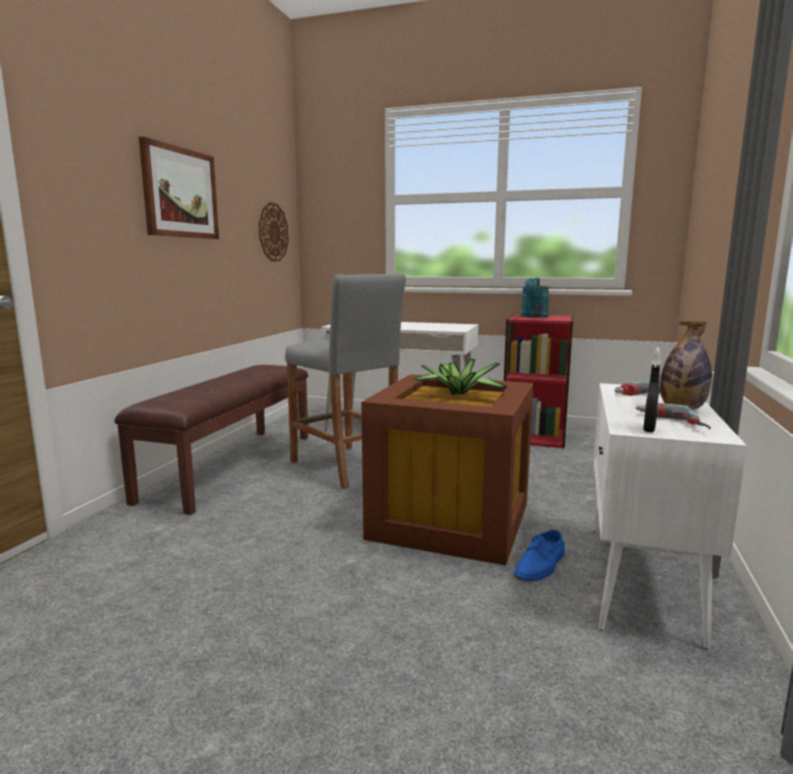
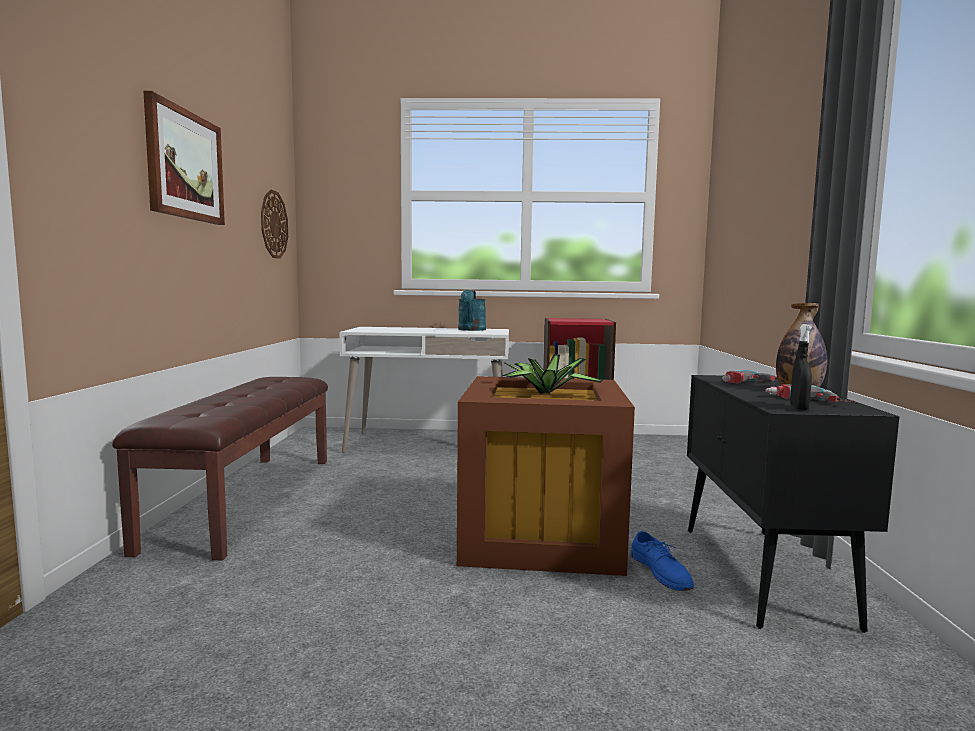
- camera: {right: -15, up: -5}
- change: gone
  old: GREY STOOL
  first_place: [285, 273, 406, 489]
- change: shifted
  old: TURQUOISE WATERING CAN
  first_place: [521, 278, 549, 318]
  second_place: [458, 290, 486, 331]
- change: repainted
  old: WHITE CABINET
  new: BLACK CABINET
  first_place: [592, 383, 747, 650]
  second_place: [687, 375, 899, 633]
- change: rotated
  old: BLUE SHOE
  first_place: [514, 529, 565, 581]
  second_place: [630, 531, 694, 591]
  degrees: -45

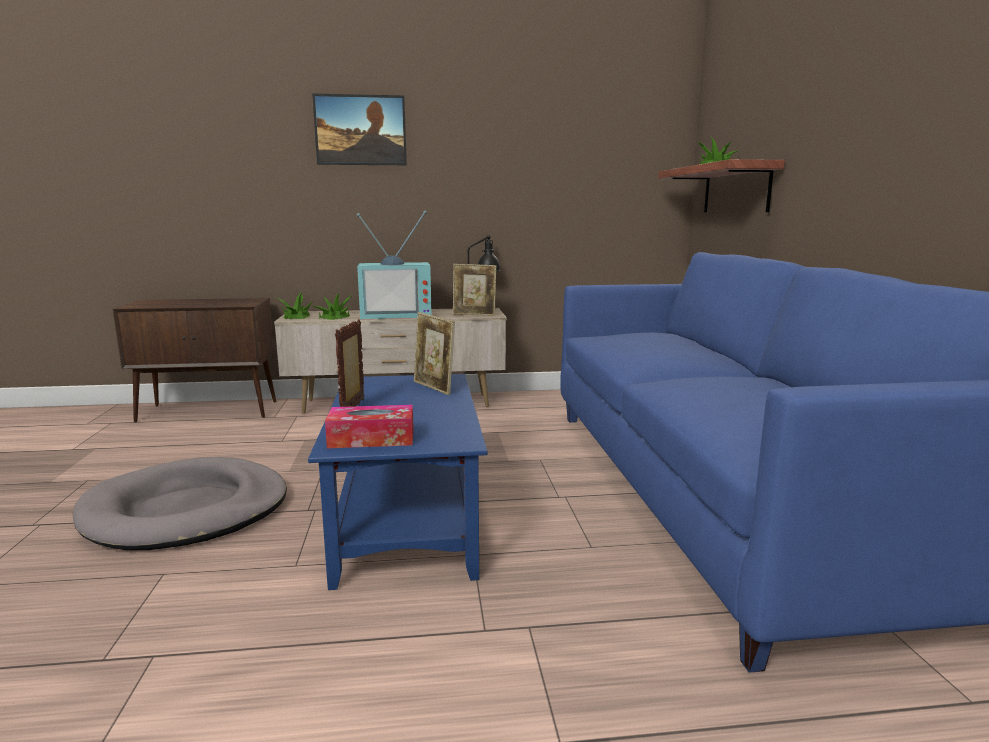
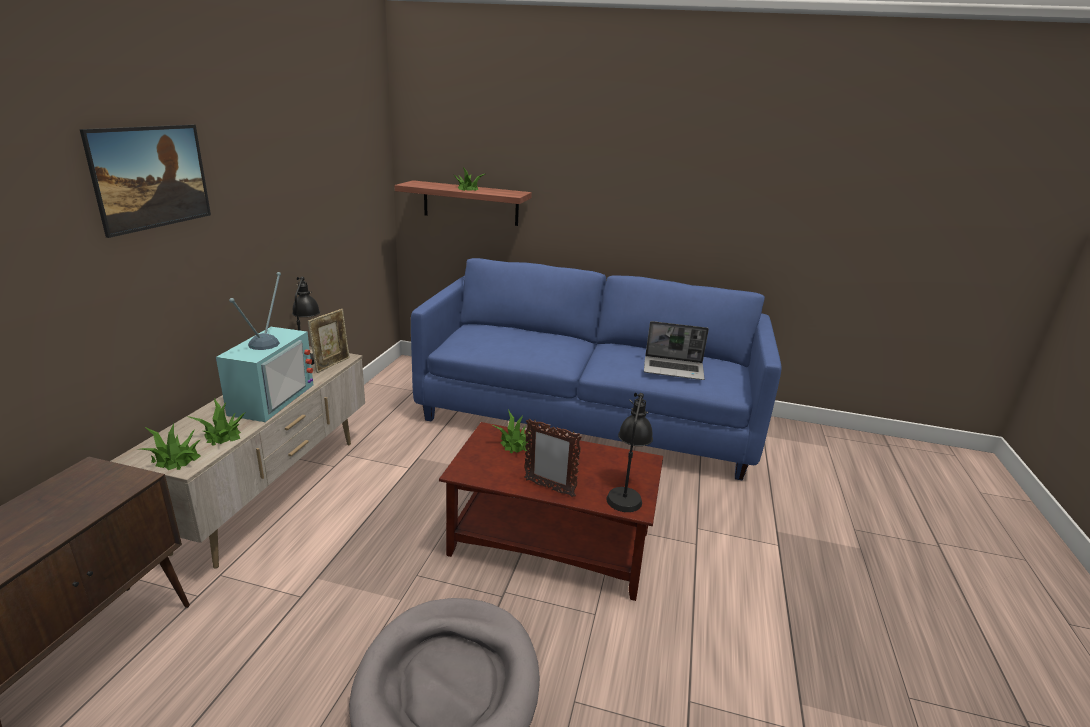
- camera: {right: -70, up: 10}
- change: swapped
  old: PICTURE FRAME
  new: POTTED PLANT
  first_place: [414, 312, 455, 395]
  second_place: [492, 409, 531, 454]
- change: repainted
  old: BLUE COFFEE TABLE
  new: BROWN COFFEE TABLE
  first_place: [308, 374, 488, 590]
  second_place: [439, 422, 663, 601]
- change: swapped
  old: TISSUE BOX
  new: BLACK TABLE LAMP
  first_place: [325, 405, 414, 448]
  second_place: [606, 393, 653, 512]
- change: new
  new: LAPTOP
  second_place: [644, 321, 709, 380]

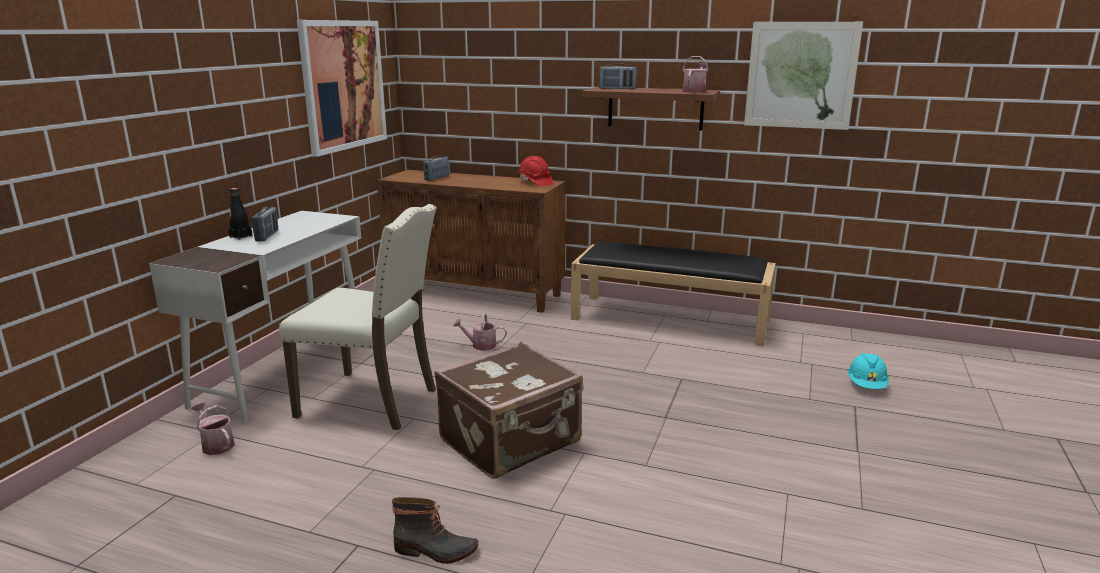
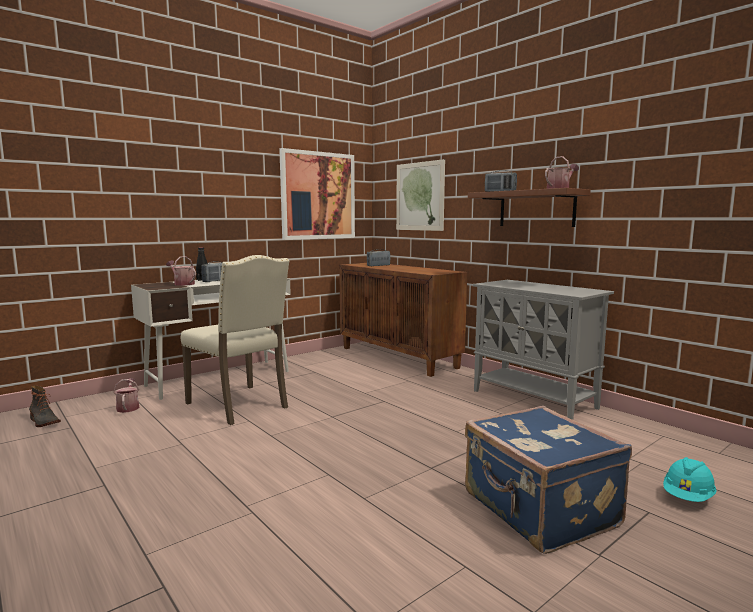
- camera: {right: 30, up: -10}
- change: shifted
  old: PICTURE
  first_place: [744, 22, 863, 130]
  second_place: [396, 159, 445, 231]
- change: gone
  old: RED HARD HAT
  first_place: [518, 156, 554, 186]
- change: swapped
  old: BLACK BENCH
  new: GREY CABINET
  first_place: [571, 242, 776, 346]
  second_place: [473, 280, 614, 420]
- change: shifted
  old: WATERING CAN
  first_place: [453, 313, 507, 351]
  second_place: [166, 256, 196, 286]
- change: gone
  old: BROWN SUITCASE
  first_place: [434, 342, 583, 479]
- change: shifted
  old: BOOT
  first_place: [392, 497, 478, 564]
  second_place: [29, 385, 61, 427]
- change: new
  new: BLUE SUITCASE
  second_place: [465, 406, 632, 554]

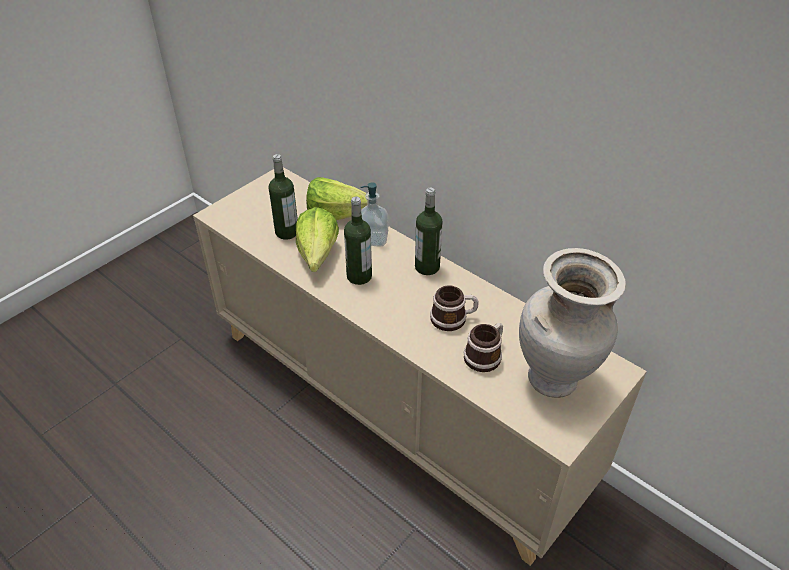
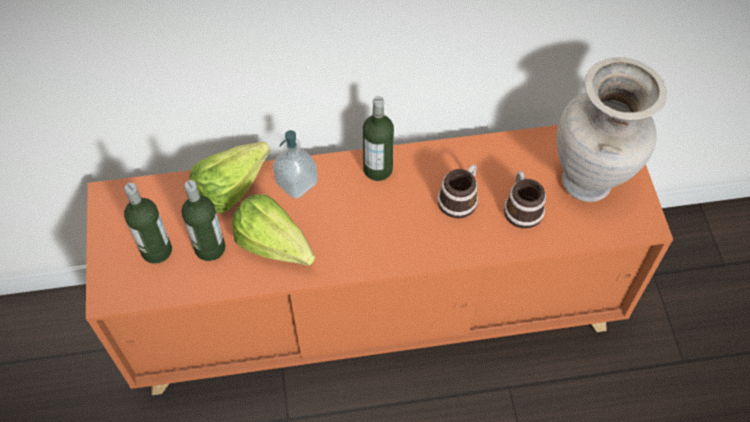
- camera: {right: -50, up: 15}
- change: repainted
  old: BEIGE CABINET
  new: ORANGE CABINET
  first_place: [193, 167, 647, 566]
  second_place: [86, 125, 673, 395]
- change: shifted
  old: BOTTLE
  first_place: [344, 197, 372, 285]
  second_place: [124, 183, 172, 264]

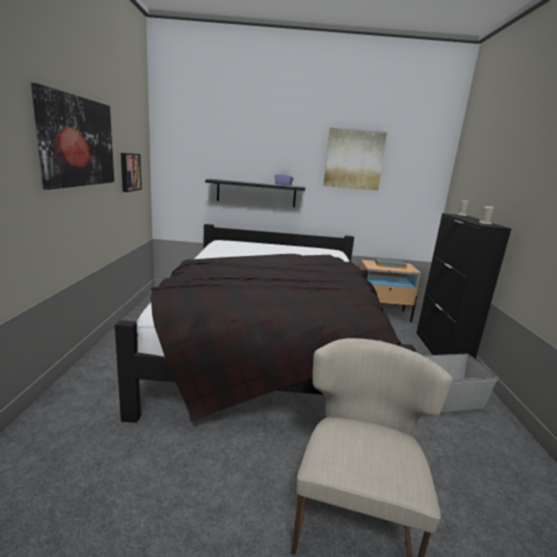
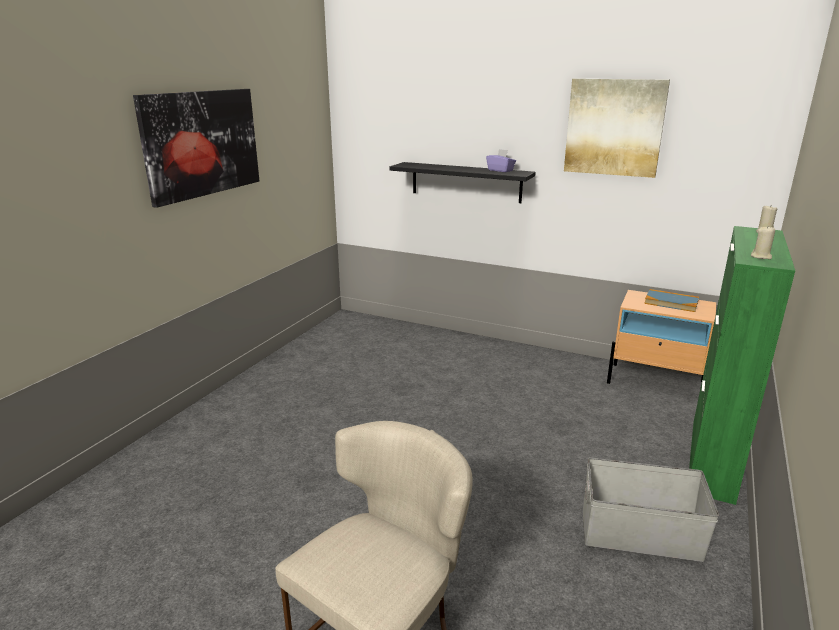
- camera: {right: 25, up: 5}
- change: gone
  old: PICTURE
  first_place: [121, 153, 142, 192]
- change: repainted
  old: BLACK CABINET
  new: GREEN CABINET
  first_place: [417, 213, 511, 359]
  second_place: [689, 226, 795, 505]
- change: gone
  old: BLACK BED
  first_place: [115, 224, 416, 423]

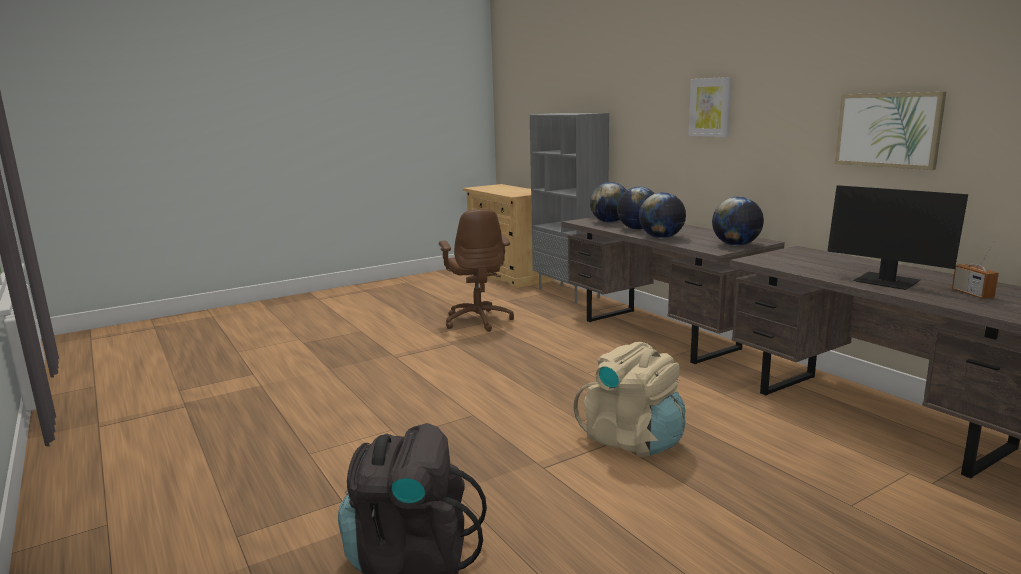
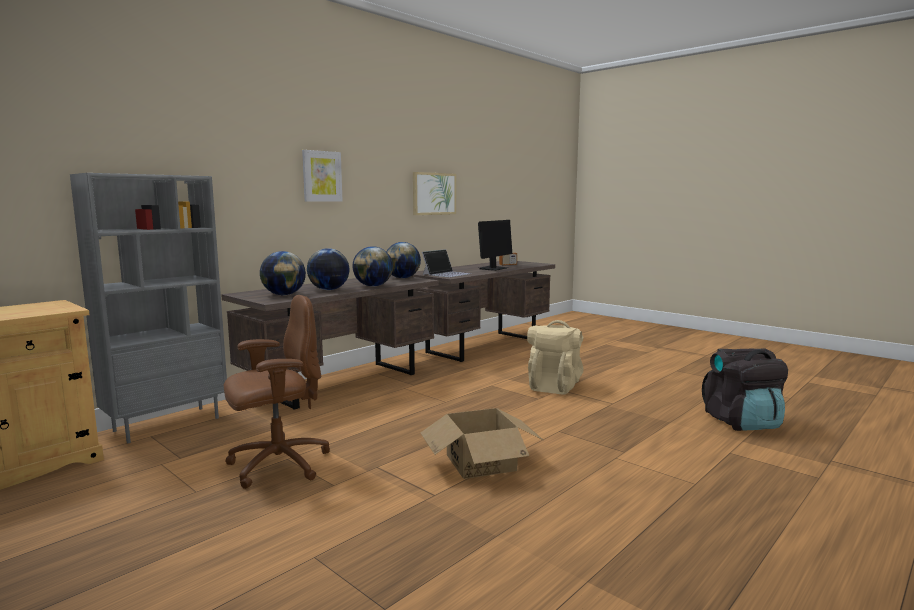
- camera: {right: -105, up: -5}
- change: new
  new: LAPTOP
  second_place: [422, 249, 471, 277]
- change: new
  new: CARDBOARD BOX
  second_place: [421, 408, 543, 479]

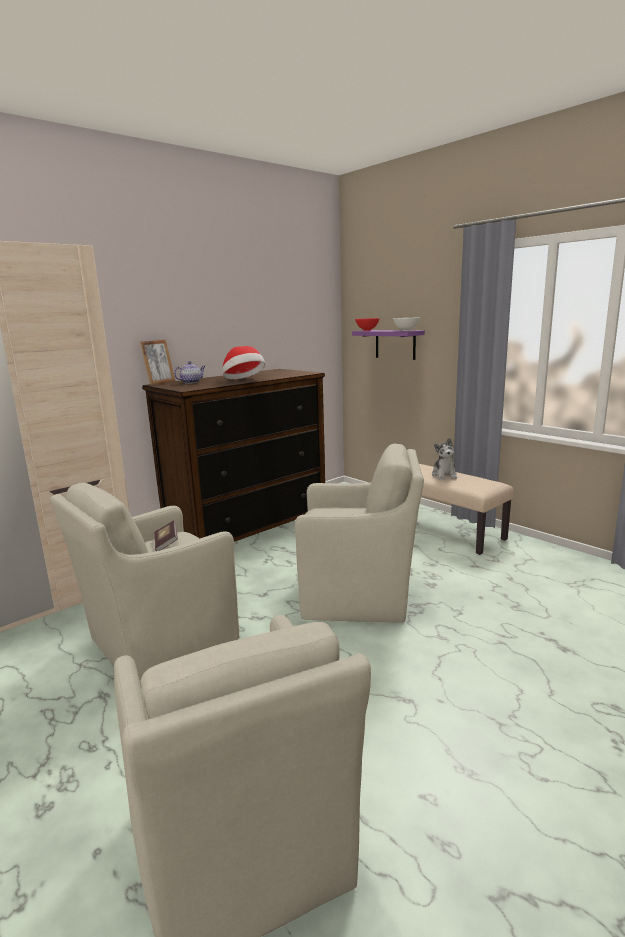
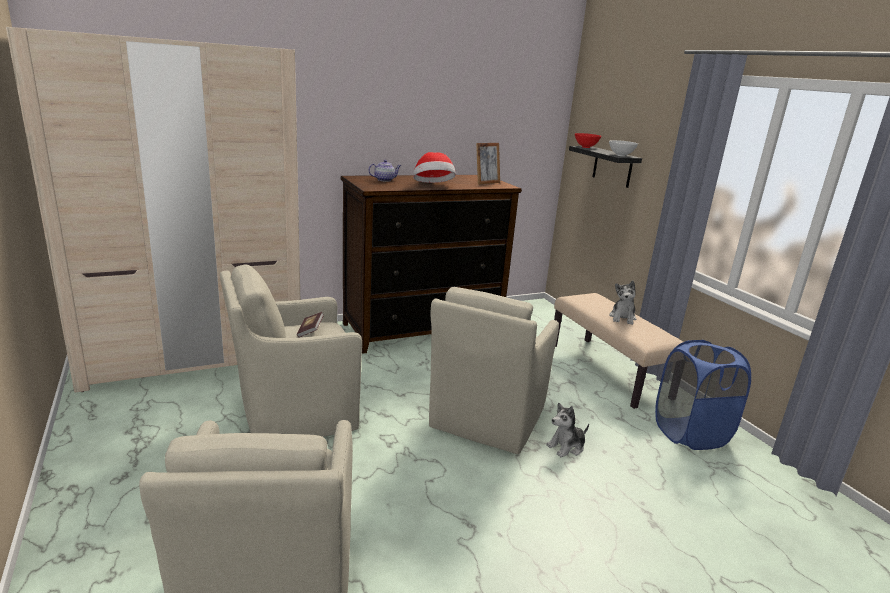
- camera: {right: 15, up: 5}
- change: repainted
  old: PURPLE SHELF
  new: BLACK SHELF
  first_place: [352, 330, 425, 360]
  second_place: [569, 146, 642, 188]
- change: shifted
  old: PICTURE FRAME
  first_place: [140, 340, 176, 385]
  second_place: [476, 143, 500, 185]
- change: rotated
  old: BEIGE ARMCHAIR
  first_place: [295, 444, 424, 623]
  second_place: [429, 287, 559, 454]
  degrees: 90
- change: new
  new: BLUE LAUNDRY BASKET
  second_place: [655, 340, 751, 450]
- change: new
  new: PLUSH TOY
  second_place: [546, 403, 589, 457]

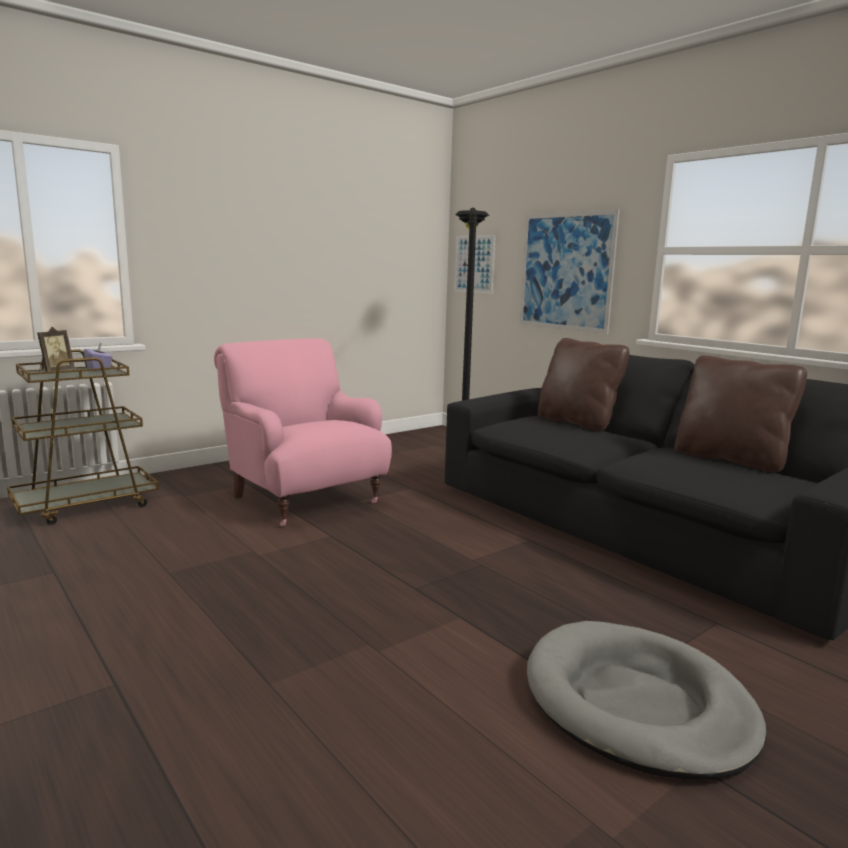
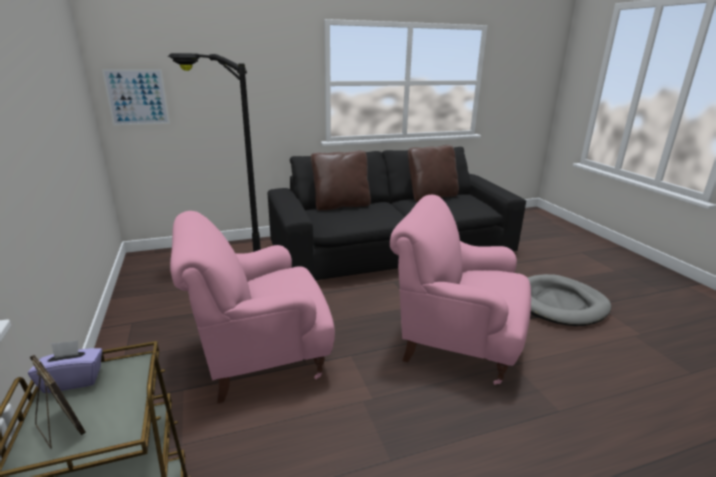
- camera: {right: -70, up: 10}
- change: gone
  old: PICTURE
  first_place: [519, 209, 620, 334]
- change: new
  new: PINK ARMCHAIR
  second_place: [390, 195, 531, 385]

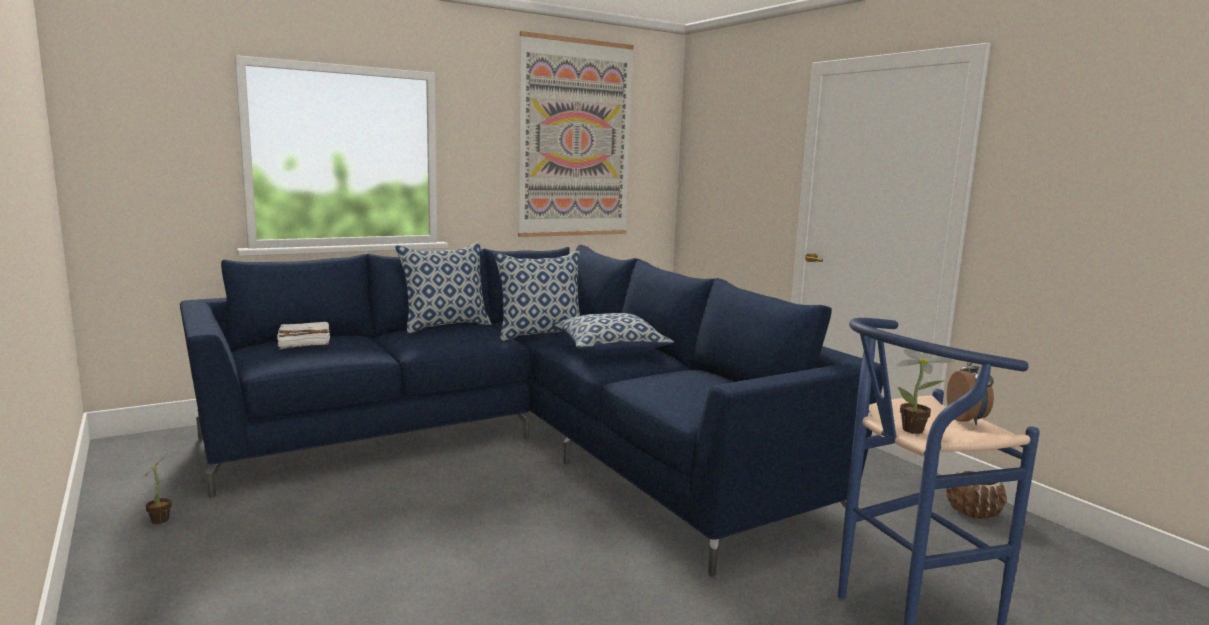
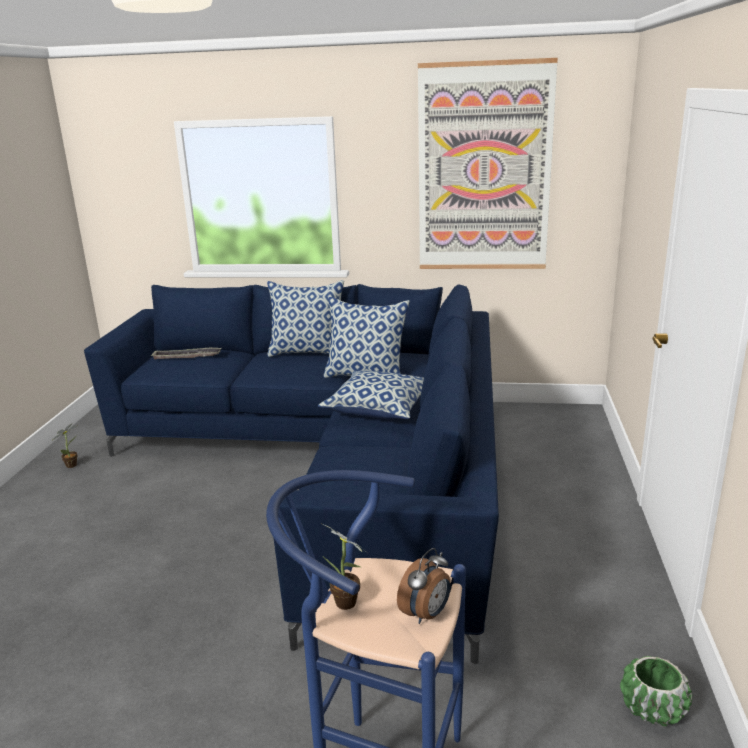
- camera: {right: 40, up: 10}
- change: swapped
  old: WHITE BOOK
  new: TRAY
  first_place: [277, 322, 330, 349]
  second_place: [151, 347, 222, 360]
- change: repainted
  old: BROWN PLANTER
  new: GREEN PLANTER
  first_place: [946, 470, 1007, 519]
  second_place: [620, 656, 692, 727]

